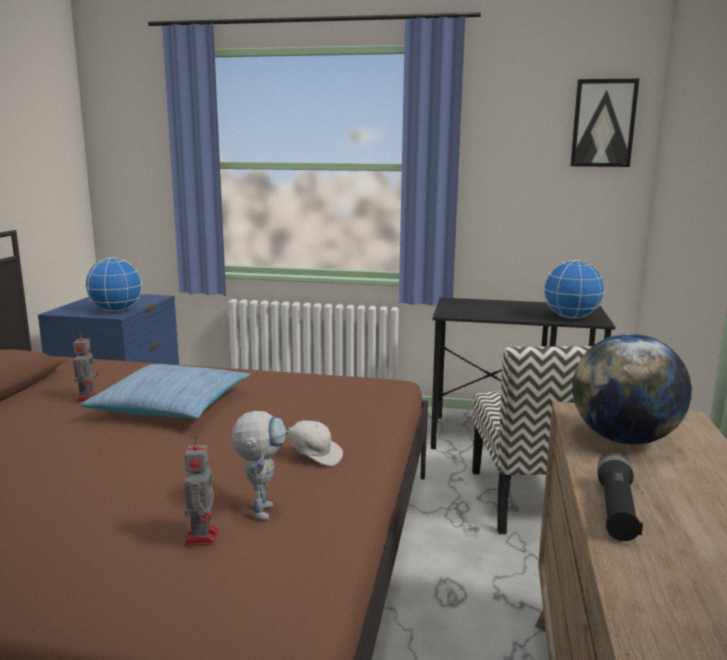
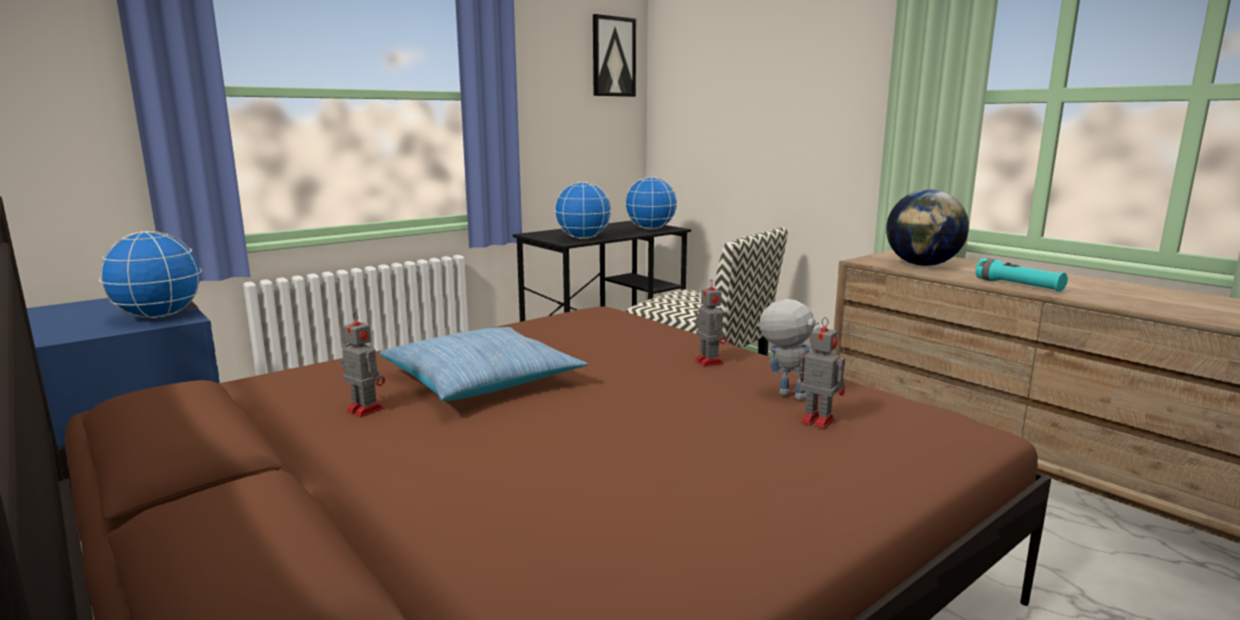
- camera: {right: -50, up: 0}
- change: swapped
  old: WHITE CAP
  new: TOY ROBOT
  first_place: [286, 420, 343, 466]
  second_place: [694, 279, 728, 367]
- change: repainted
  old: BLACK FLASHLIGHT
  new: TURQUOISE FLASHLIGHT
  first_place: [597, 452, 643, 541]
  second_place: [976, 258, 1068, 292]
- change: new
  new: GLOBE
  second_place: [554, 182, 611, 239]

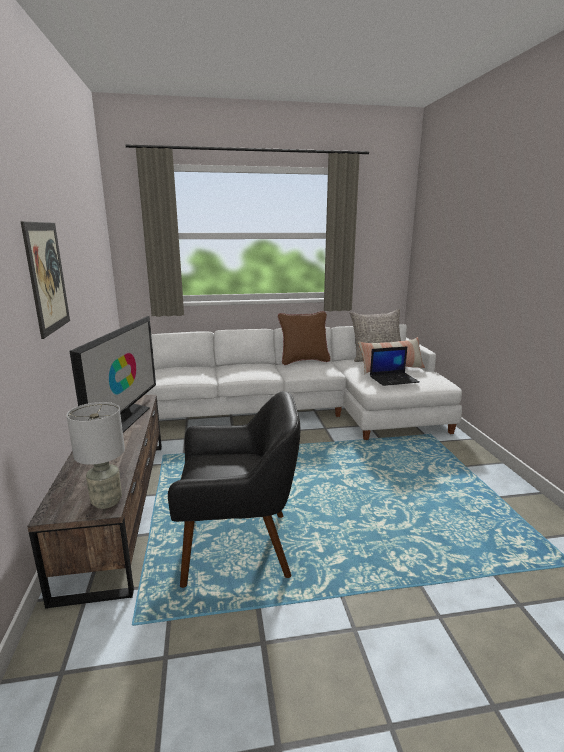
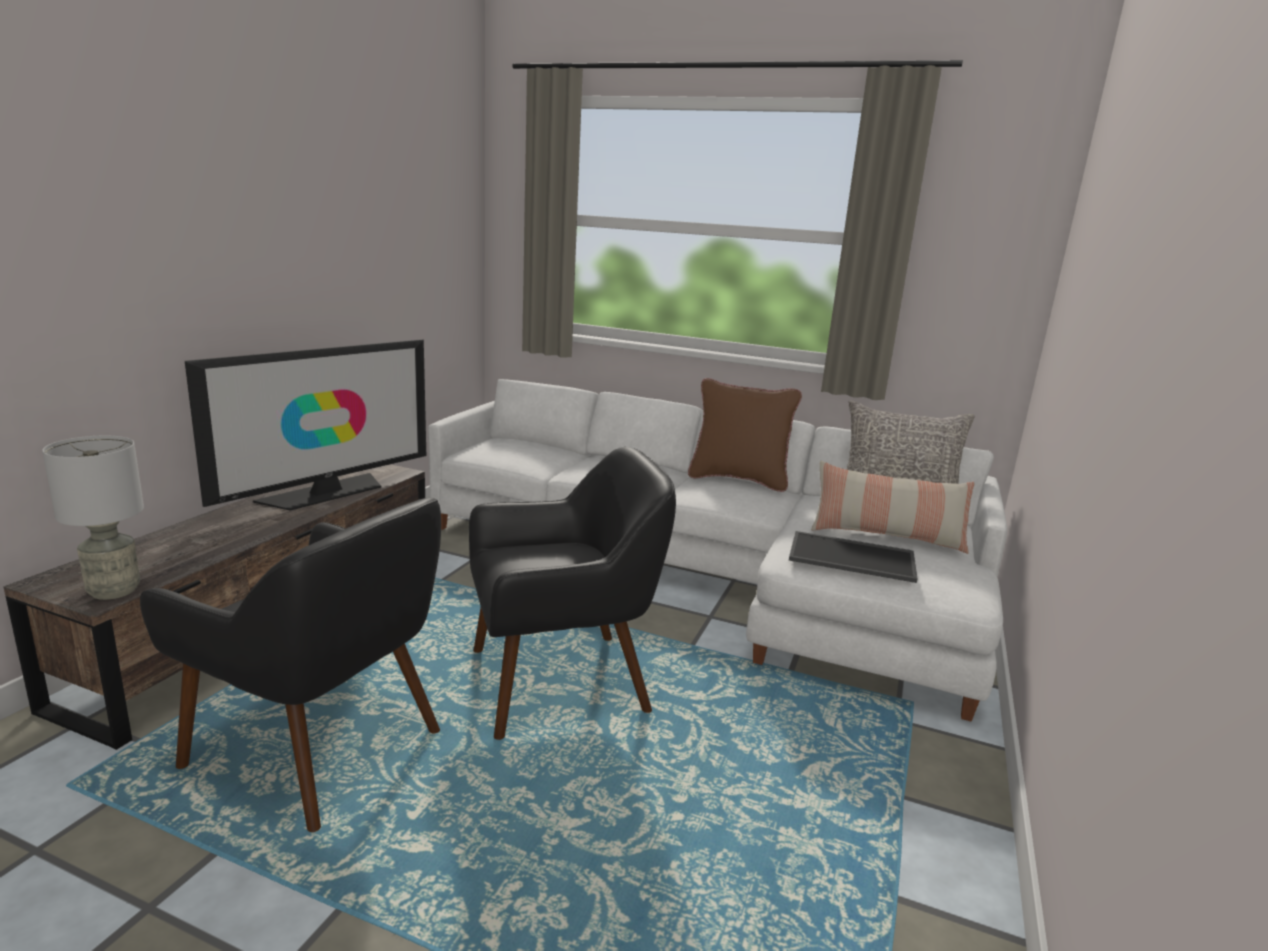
- camera: {right: 30, up: 0}
- change: gone
  old: PICTURE
  first_place: [21, 222, 70, 339]
- change: swapped
  old: LAPTOP
  new: TRAY
  first_place: [370, 346, 419, 386]
  second_place: [789, 531, 918, 583]
- change: new
  new: BLACK ARMCHAIR
  second_place: [469, 447, 676, 740]

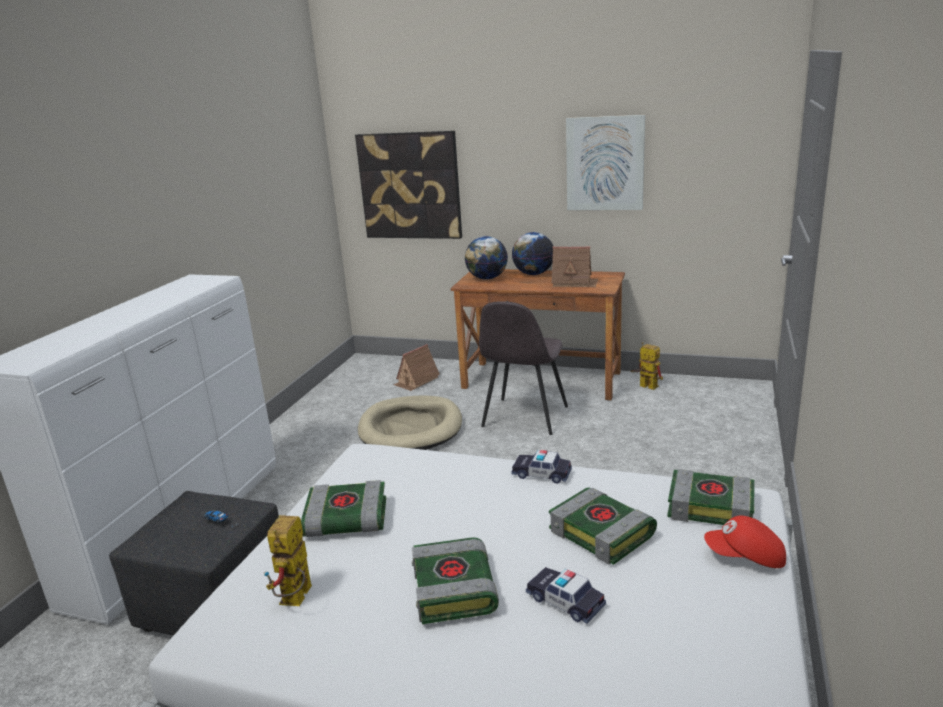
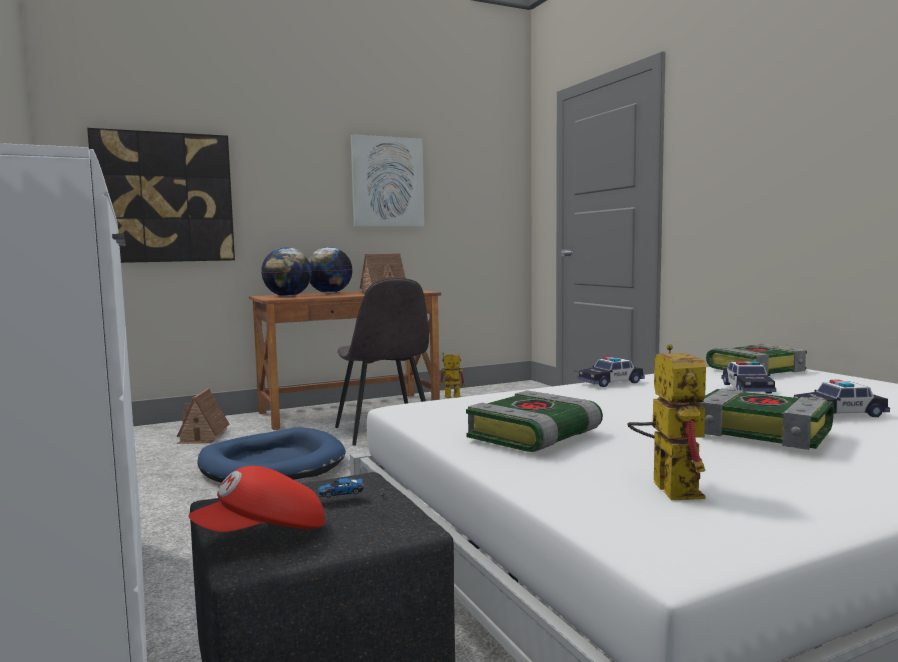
- camera: {right: -45, up: -15}
- change: repainted
  old: BEIGE DOG BED
  new: BLUE DOG BED
  first_place: [358, 395, 462, 450]
  second_place: [197, 427, 346, 483]
- change: swapped
  old: BOOK
  new: TOY CAR
  first_place: [549, 487, 657, 565]
  second_place: [721, 361, 776, 394]
- change: rotated
  old: TOY ROBOT
  first_place: [264, 515, 312, 606]
  second_place: [628, 344, 706, 500]
  degrees: -150
- change: shifted
  old: RED CAP
  first_place: [704, 515, 786, 568]
  second_place: [188, 466, 325, 532]

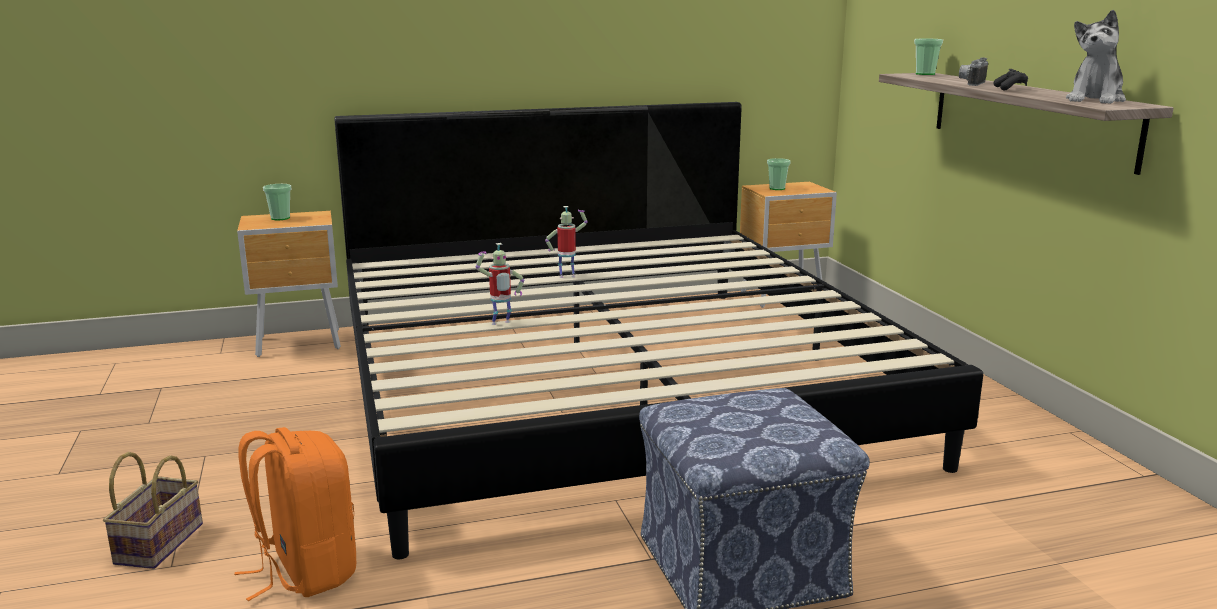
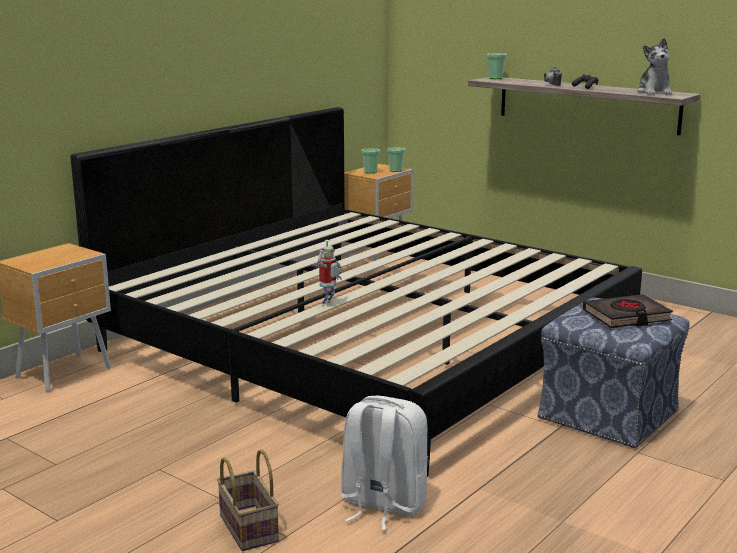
- camera: {right: -35, up: 0}
- change: shifted
  old: CUP
  first_place: [263, 184, 291, 220]
  second_place: [387, 147, 405, 172]
- change: gone
  old: TOY ROBOT
  first_place: [545, 206, 588, 278]
- change: repainted
  old: ORANGE BACKPACK
  new: WHITE BACKPACK
  first_place: [234, 427, 356, 601]
  second_place: [340, 396, 428, 530]
- change: new
  new: BLACK BOOK
  second_place: [583, 294, 673, 328]

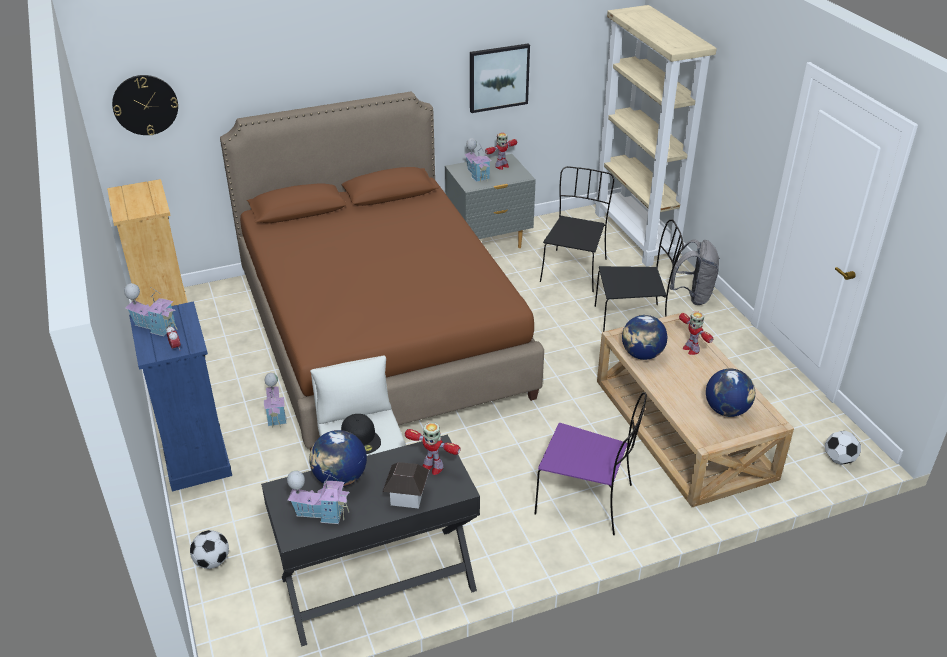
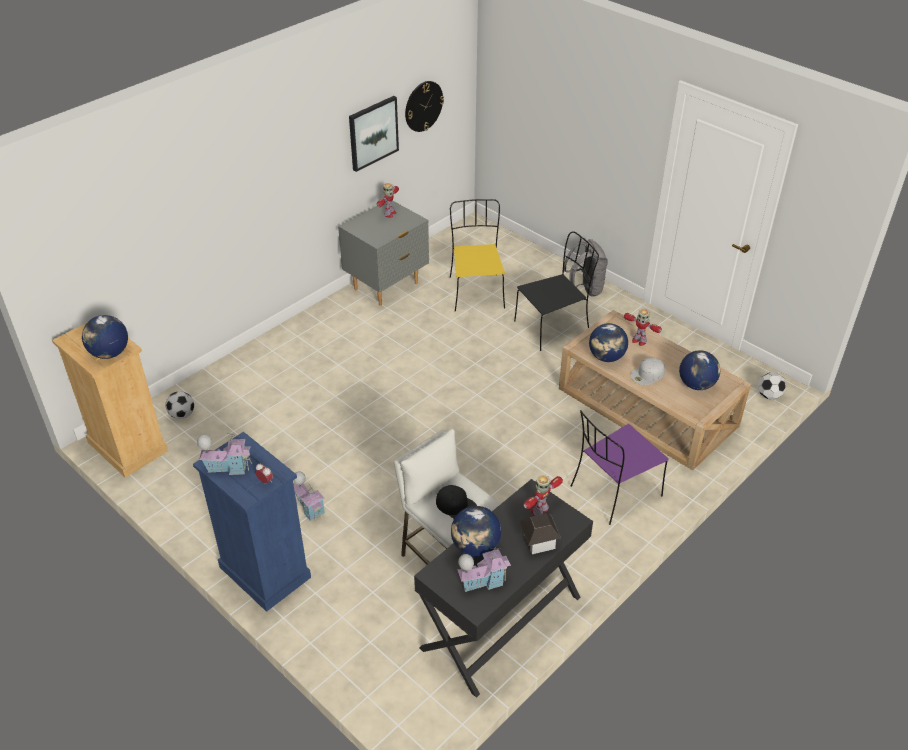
- camera: {right: -25, up: 5}
- change: gone
  old: BEIGE BOOKCASE
  first_place: [594, 5, 717, 267]
- change: shifted
  old: WALL CLOCK
  first_place: [112, 75, 178, 135]
  second_place: [405, 81, 444, 132]
- change: gone
  old: BROWN BED
  first_place: [220, 92, 544, 452]
- change: gone
  old: TOY HOUSE
  first_place: [464, 138, 491, 182]
- change: repainted
  old: BLACK CHAIR
  new: YELLOW CHAIR
  first_place: [540, 166, 614, 292]
  second_place: [450, 199, 505, 312]
- change: rotated
  old: PURPLE CHAIR
  first_place: [535, 392, 647, 535]
  second_place: [571, 410, 669, 525]
  degrees: 150
- change: rotated
  old: TOY ROBOT
  first_place: [405, 422, 461, 475]
  second_place: [523, 475, 563, 516]
  degrees: 135
- change: shifted
  old: FOOTBALL
  first_place: [190, 530, 229, 569]
  second_place: [165, 391, 194, 419]
- change: new
  new: GLOBE
  second_place: [82, 315, 128, 359]
- change: new
  new: WHITE CAP
  second_place: [631, 357, 665, 385]

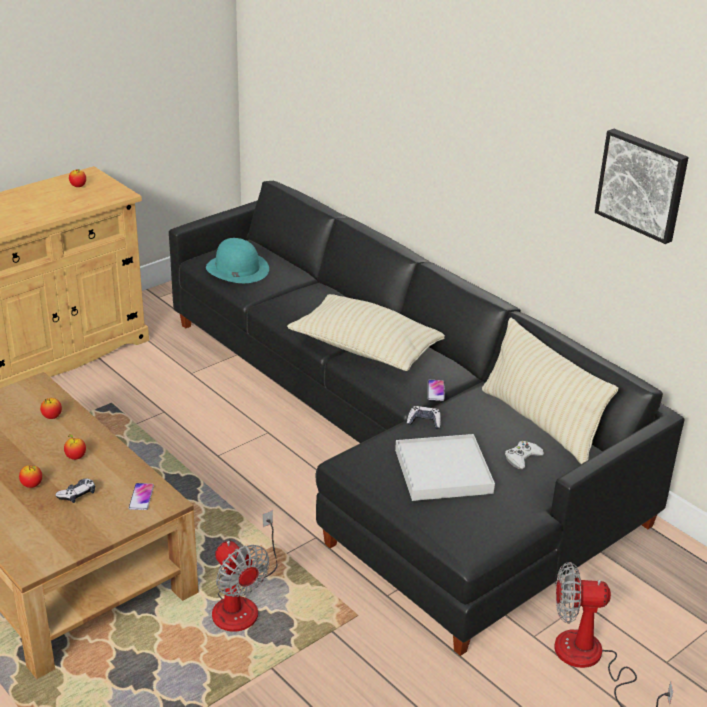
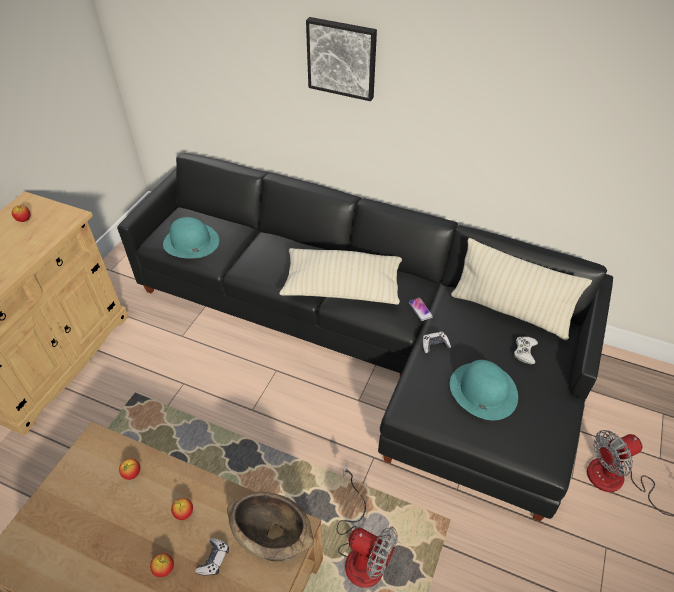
- camera: {right: -25, up: 15}
- change: shifted
  old: PICTURE
  first_place: [595, 129, 689, 244]
  second_place: [306, 17, 377, 101]
- change: swapped
  old: WHITE TRAY
  new: TURQUOISE HAT
  first_place: [395, 434, 495, 501]
  second_place: [450, 360, 518, 420]
- change: swapped
  old: PHONE
  new: BROWN BOWL
  first_place: [129, 483, 154, 510]
  second_place: [227, 492, 314, 562]

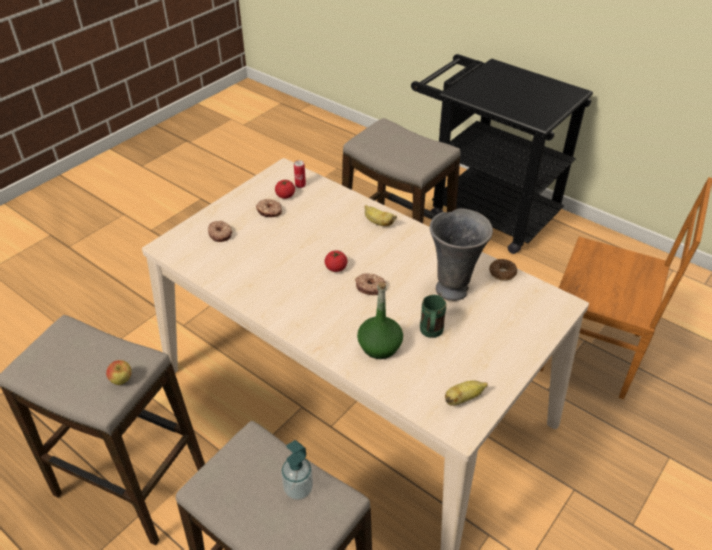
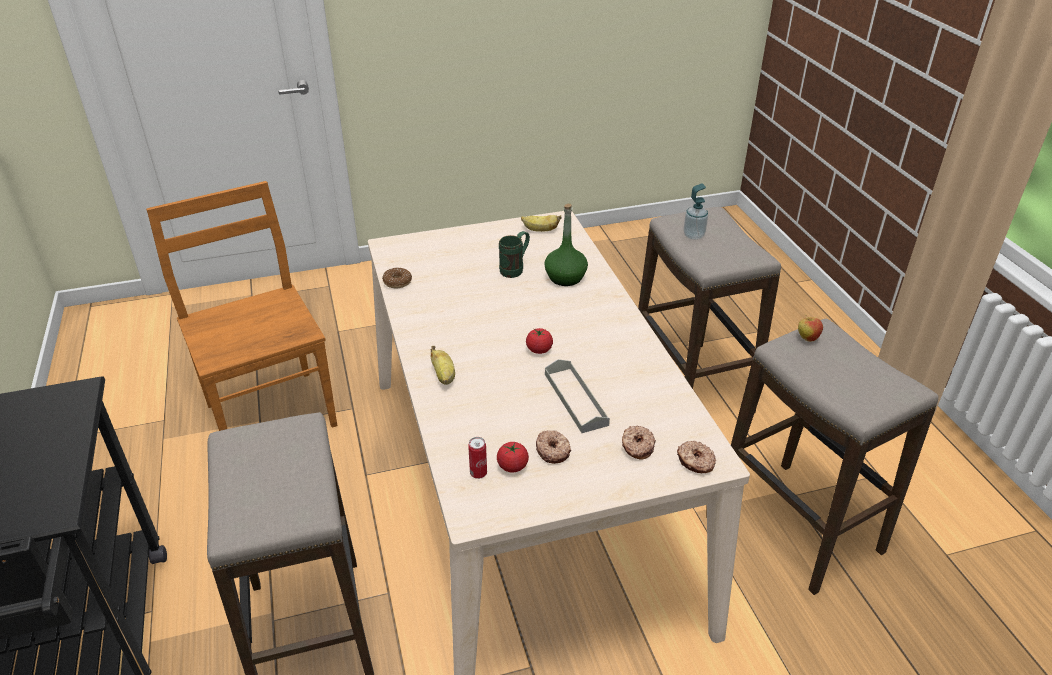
- camera: {right: -145, up: -5}
- change: gone
  old: GREY VASE
  first_place: [430, 208, 493, 301]
- change: shifted
  old: DONUT
  first_place: [355, 273, 386, 295]
  second_place: [677, 441, 716, 473]
- change: new
  new: GREY TRAY
  second_place: [545, 359, 610, 433]

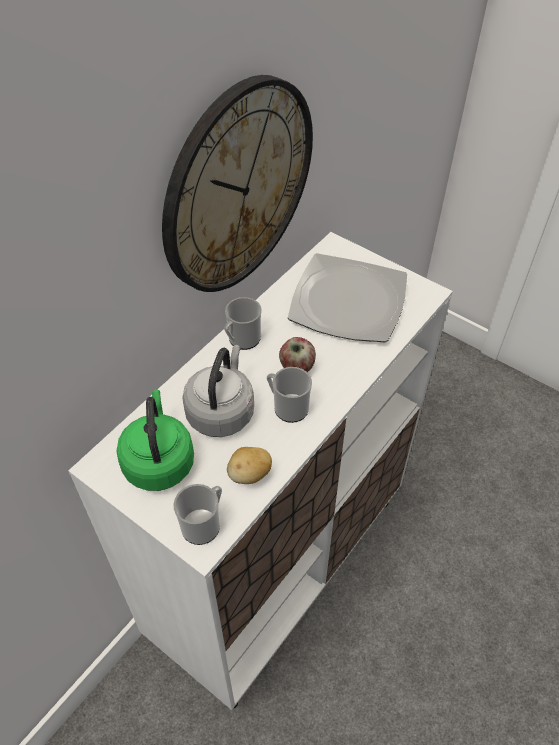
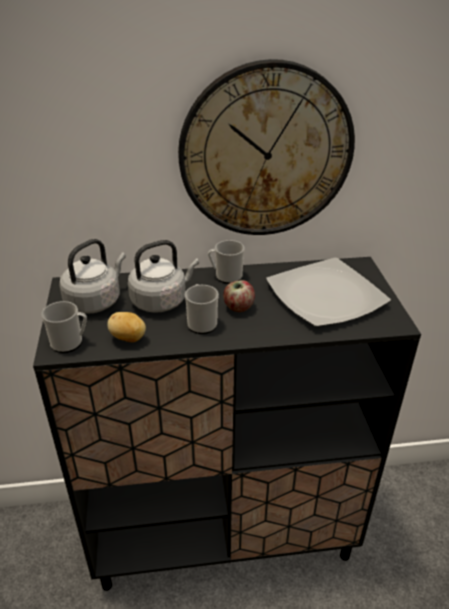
- camera: {right: 45, up: -15}
- change: repainted
  old: WHITE CABINET
  new: BLACK CABINET
  first_place: [68, 232, 453, 710]
  second_place: [33, 257, 421, 591]
- change: repainted
  old: GREEN KETTLE
  new: GREY KETTLE
  first_place: [116, 390, 194, 491]
  second_place: [59, 239, 126, 314]

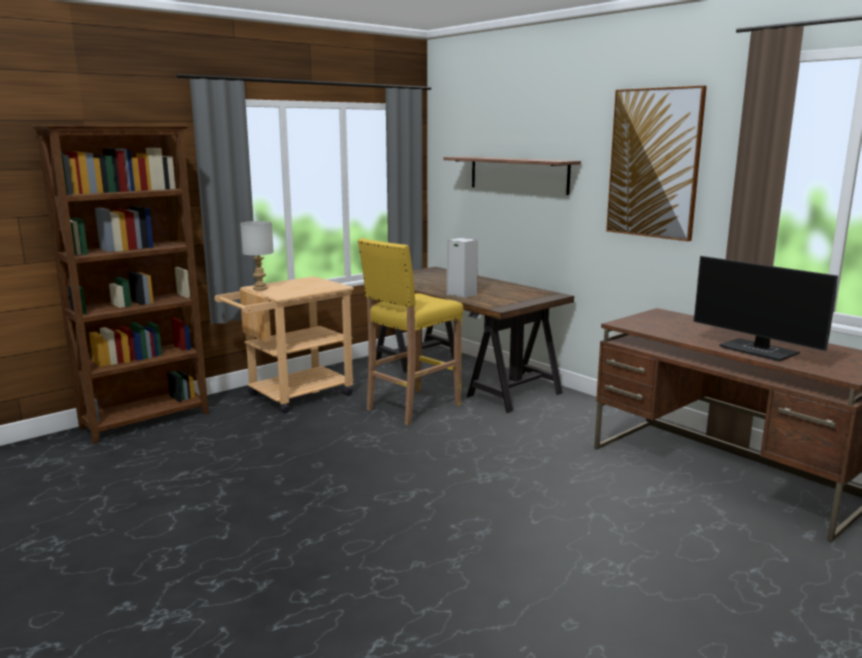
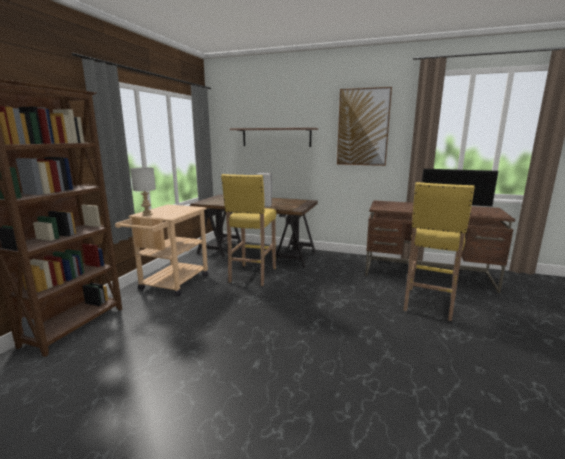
- camera: {right: -30, up: 0}
- change: new
  new: YELLOW STOOL
  second_place: [403, 182, 475, 321]

